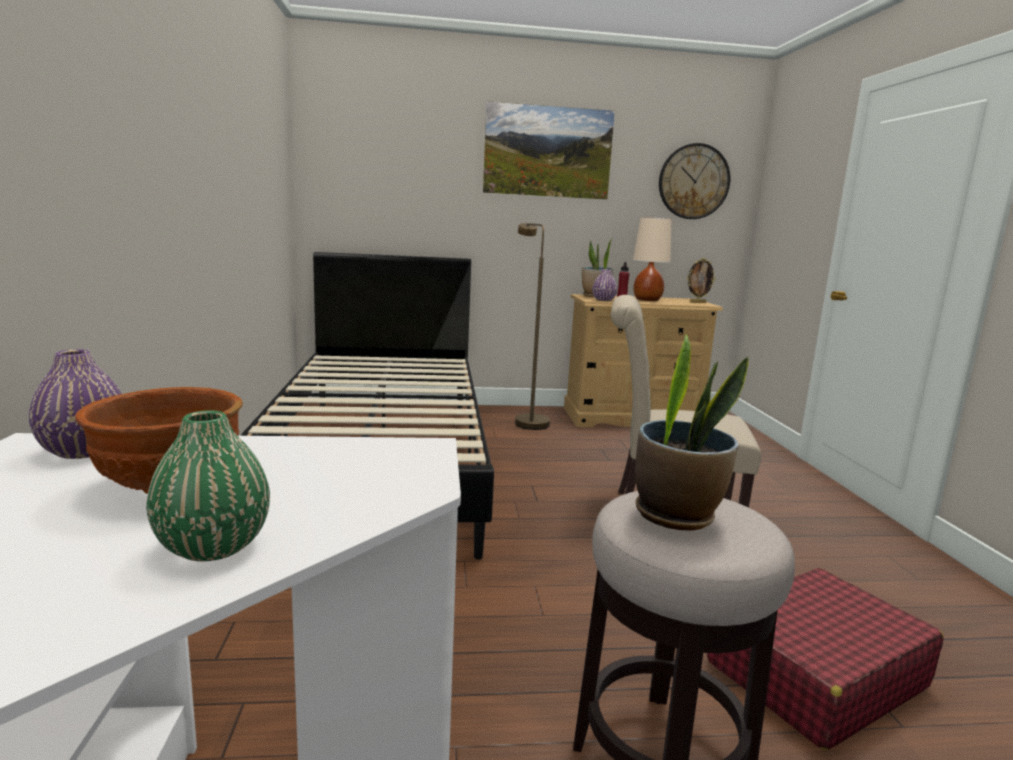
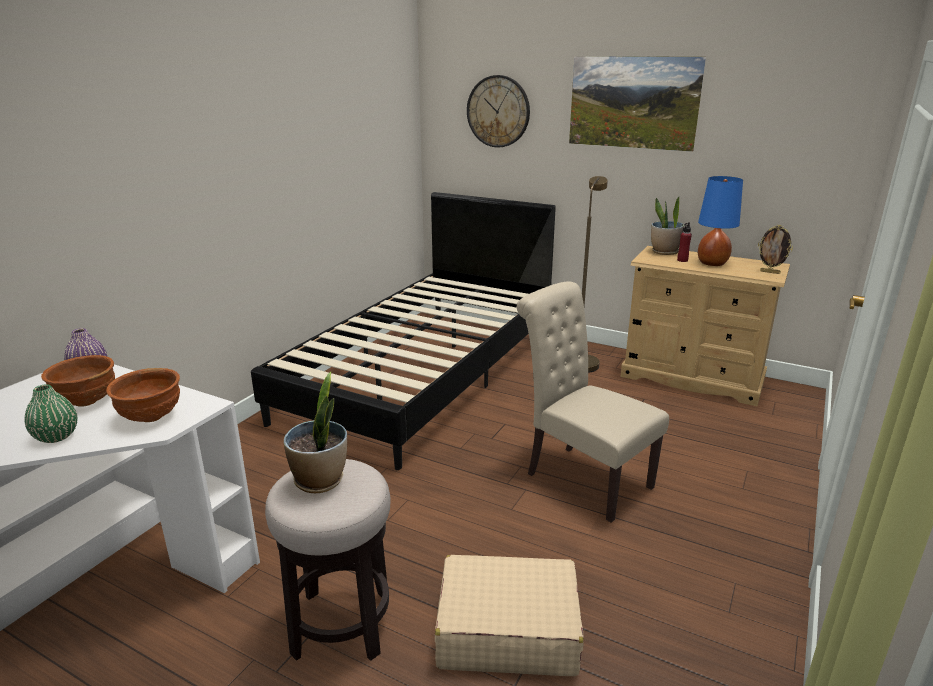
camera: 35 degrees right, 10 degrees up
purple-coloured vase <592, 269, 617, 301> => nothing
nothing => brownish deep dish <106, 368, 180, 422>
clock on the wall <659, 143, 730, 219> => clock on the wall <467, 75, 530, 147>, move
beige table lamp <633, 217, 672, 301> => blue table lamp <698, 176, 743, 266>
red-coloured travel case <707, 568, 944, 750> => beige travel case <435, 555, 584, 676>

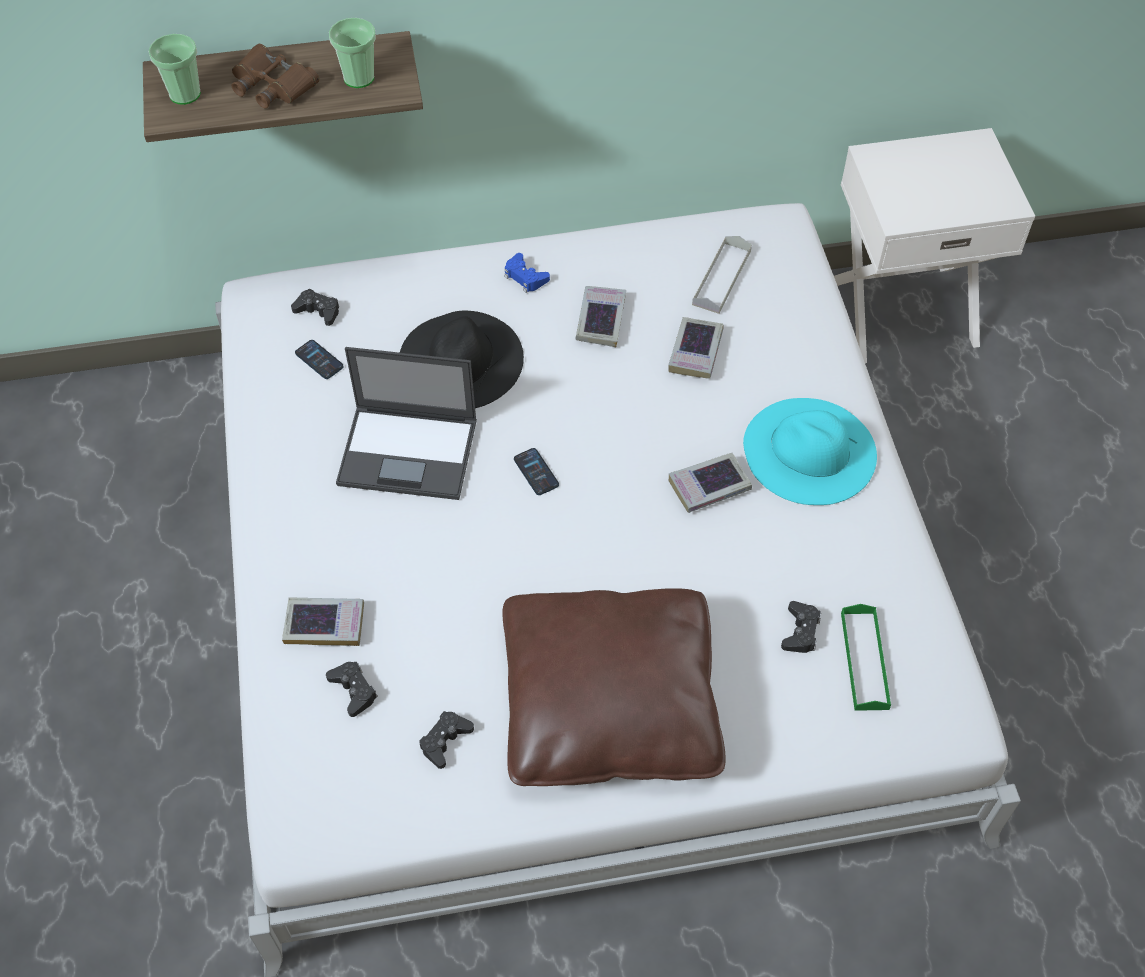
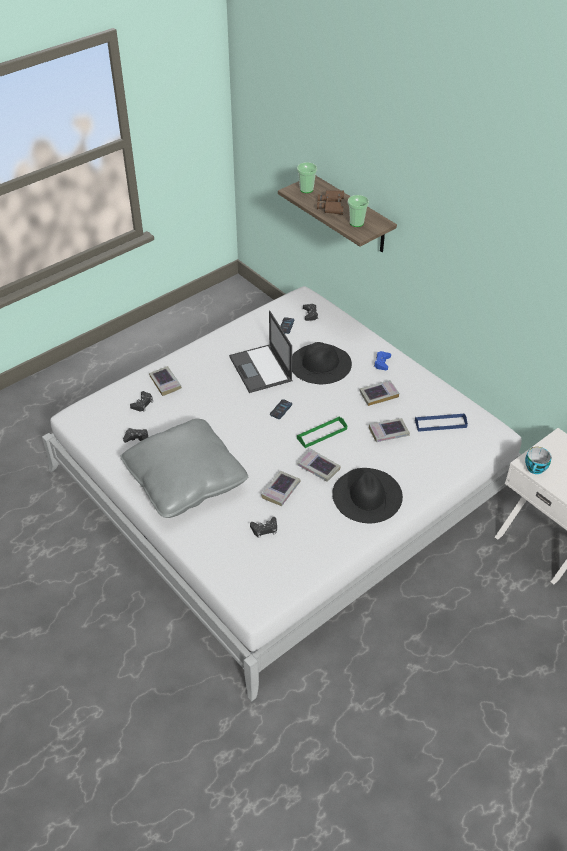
camera: 60 degrees right, 10 degrees down
nothing => book <261, 471, 301, 506>
nothing => drinking cup <525, 447, 551, 474>
greenish tray <841, 604, 891, 711> => greenish tray <297, 417, 347, 448>, move
brownish pillow <502, 589, 726, 786> => gray pillow <120, 419, 248, 518>
gray tray <692, 236, 752, 314> => blue tray <415, 413, 468, 432>
turquoise-coloured hat <743, 398, 877, 505> => black hat <332, 468, 403, 523>

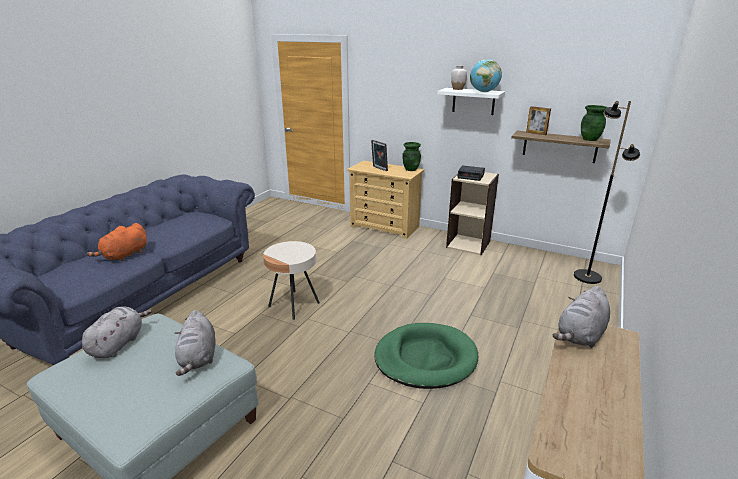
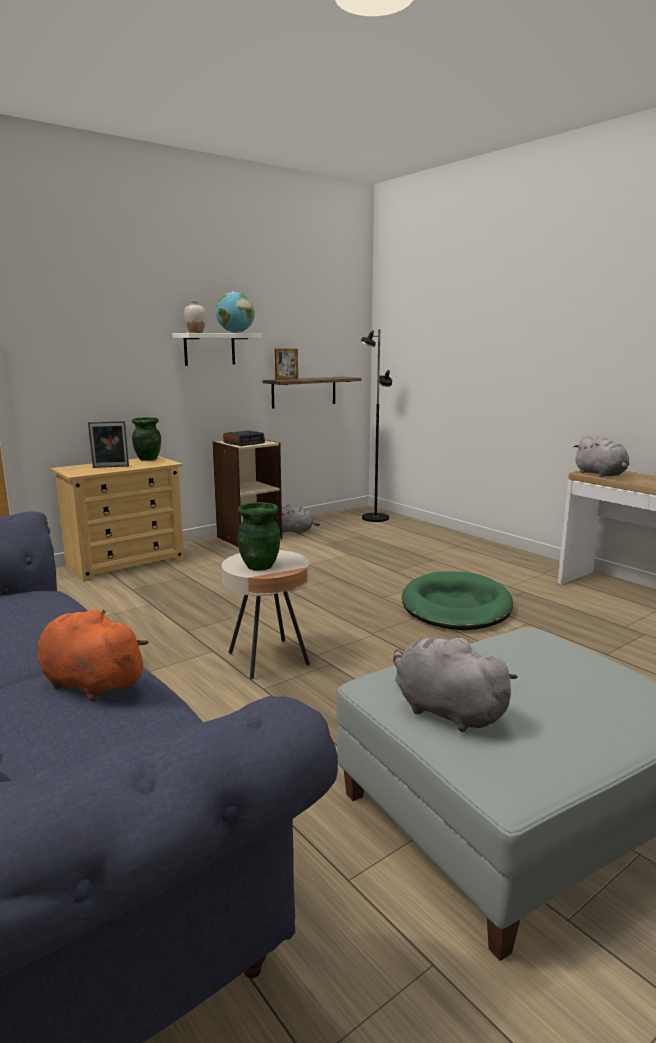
camera: 65 degrees left, 10 degrees down
gray cuddly toy <174, 310, 215, 376> => gray cuddly toy <282, 504, 320, 534>, move
greenish vase <581, 105, 608, 141> => greenish vase <237, 502, 280, 571>, move
orange cuddly toy <87, 223, 147, 262> => orange cuddly toy <37, 609, 149, 702>, 150 degrees clockwise

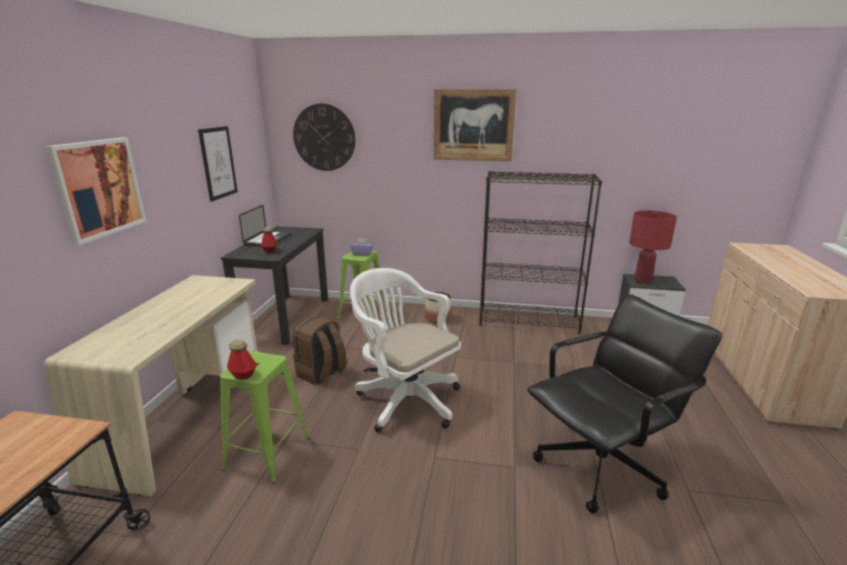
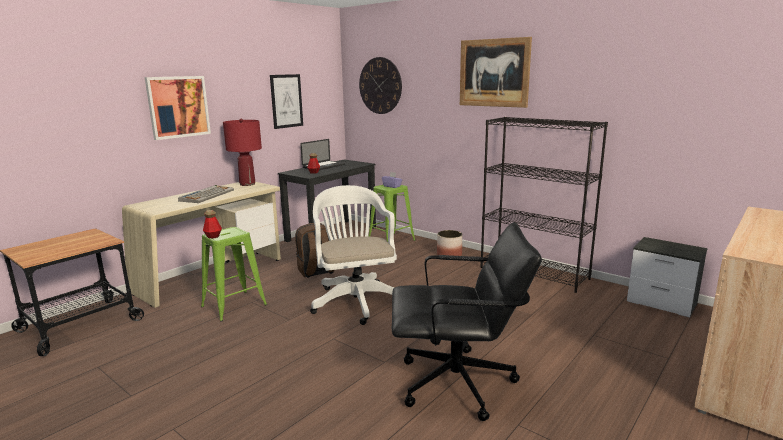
camera: 30 degrees right, 5 degrees down
nothing => keyboard <178, 185, 234, 203>
red-coloured table lamp <629, 210, 677, 284> => red-coloured table lamp <223, 119, 262, 186>, move

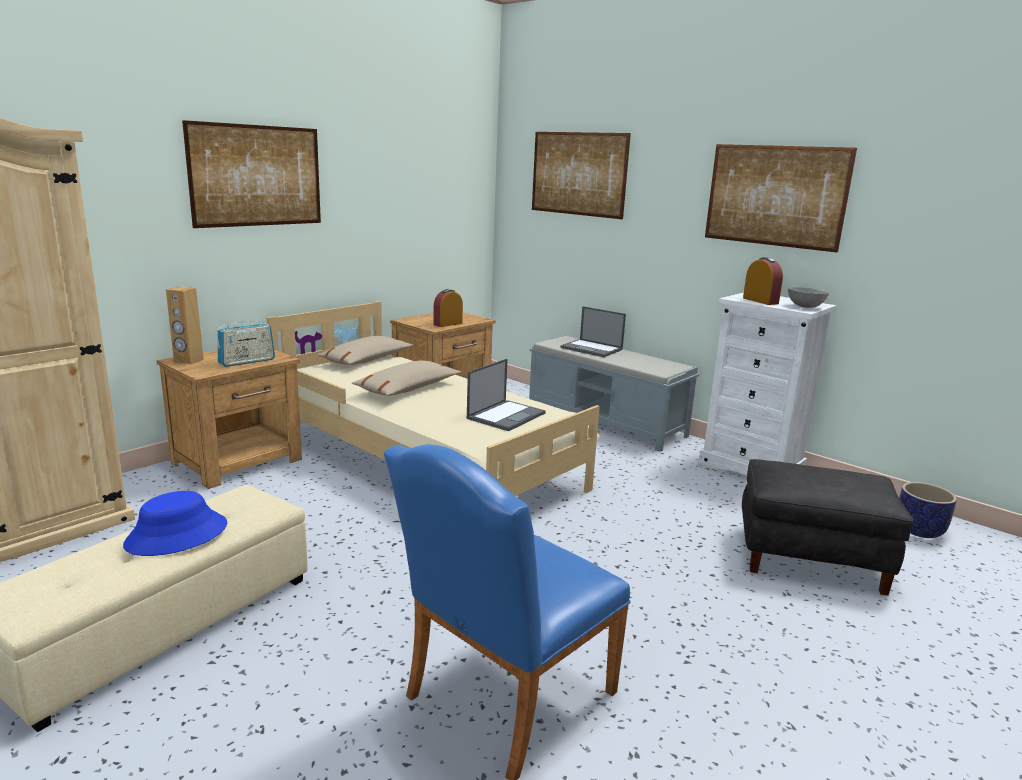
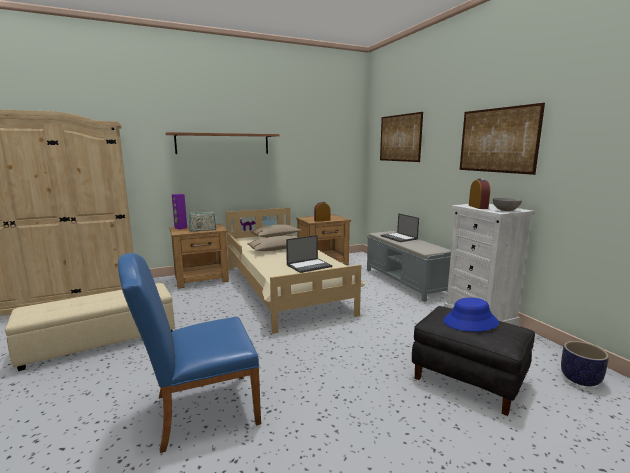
camera: 25 degrees right, 5 degrees down
blue hat <123, 491, 227, 556> => blue hat <443, 298, 499, 332>, move
wall picture <182, 120, 321, 228> => shelf <165, 132, 279, 154>
brownish loudspeaker <166, 286, 204, 364> => purple-coloured loudspeaker <172, 194, 187, 230>

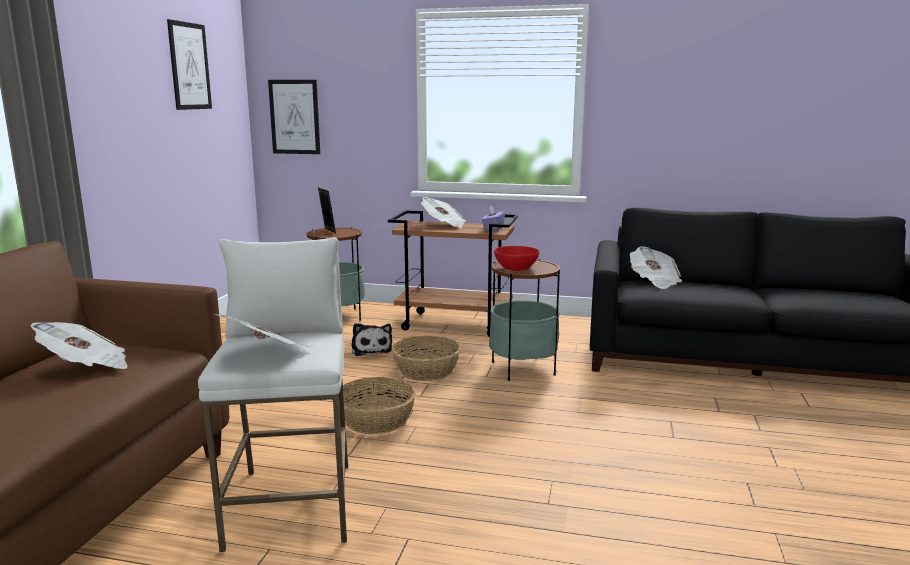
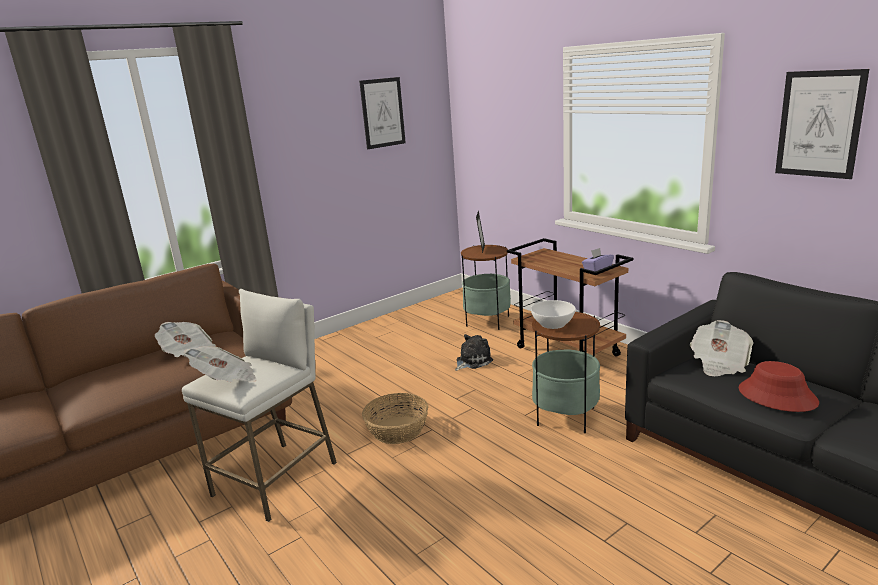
camera: 40 degrees right, 5 degrees up
household basket <391, 336, 461, 381> => nothing
printed paper <421, 197, 466, 228> => nothing
nothing => red-coloured hat <739, 361, 819, 412>
wall picture <268, 80, 320, 154> => wall picture <775, 69, 869, 179>, move
red-coloured deep dish <494, 246, 539, 271> => white-coloured deep dish <531, 300, 575, 329>
cuddly toy <352, 323, 392, 356> => cuddly toy <455, 334, 493, 371>, 150 degrees counterclockwise

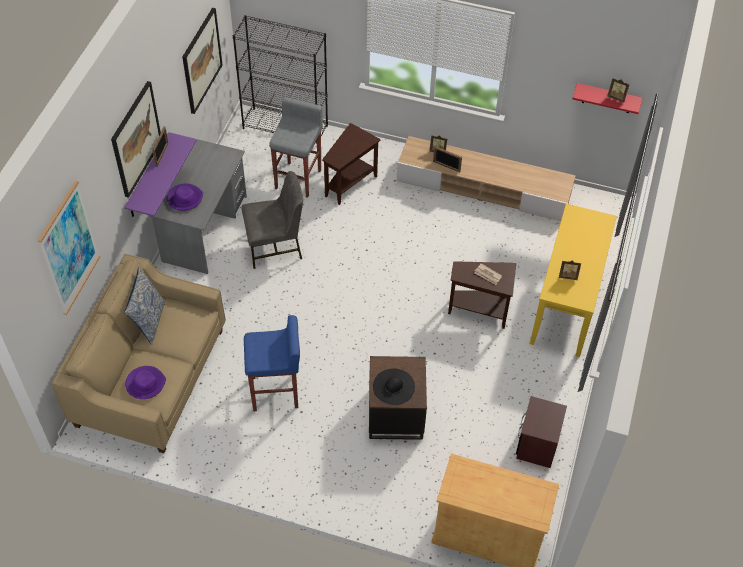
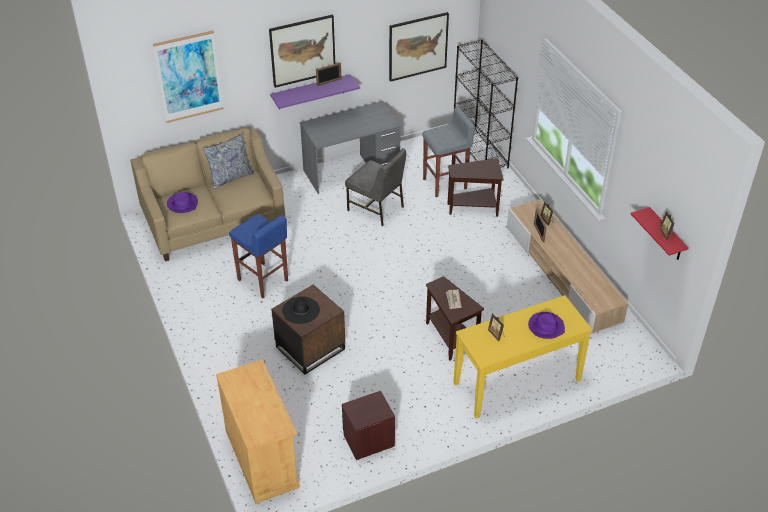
camera: 50 degrees right, 10 degrees down
purple-coloured hat <167, 183, 203, 211> => purple-coloured hat <528, 312, 565, 339>, move

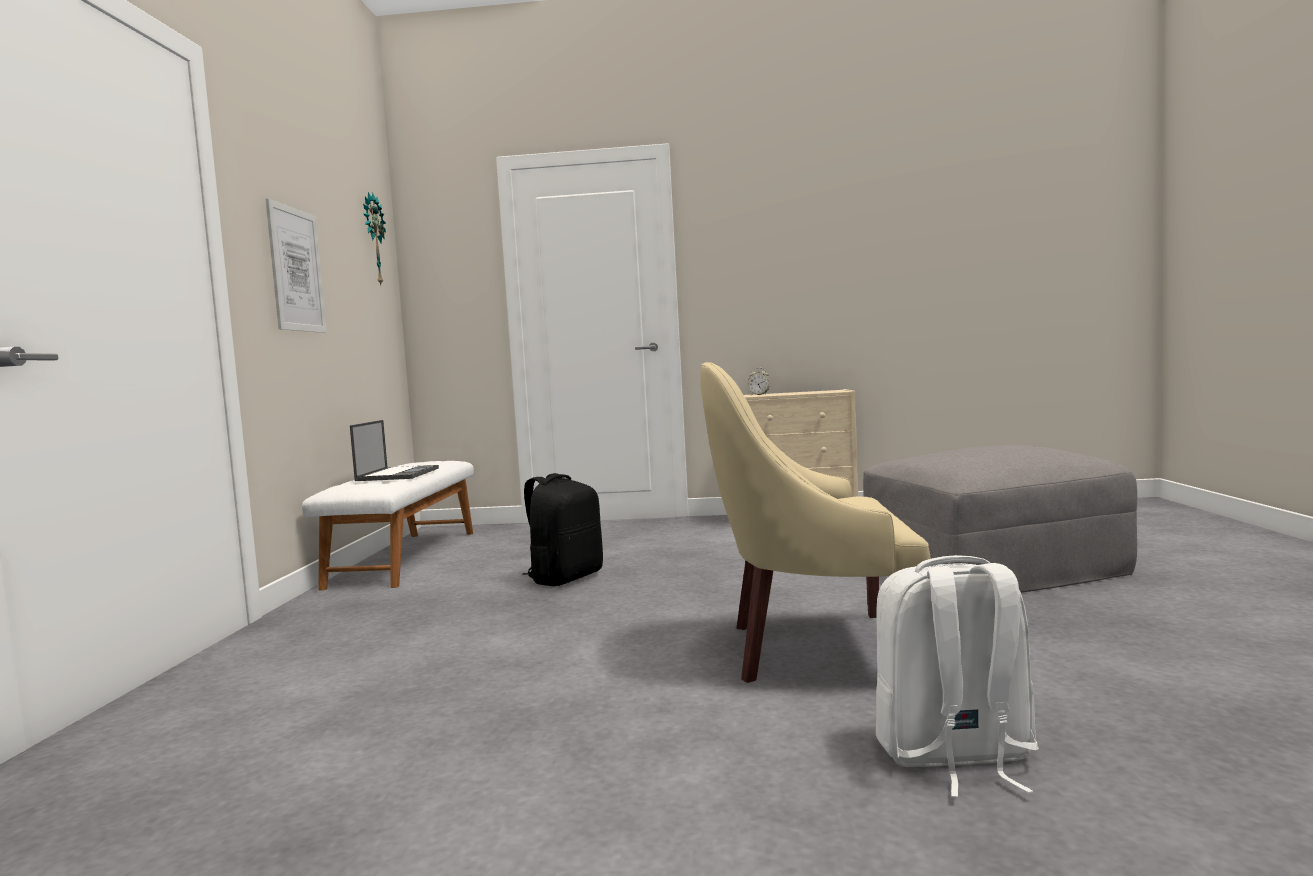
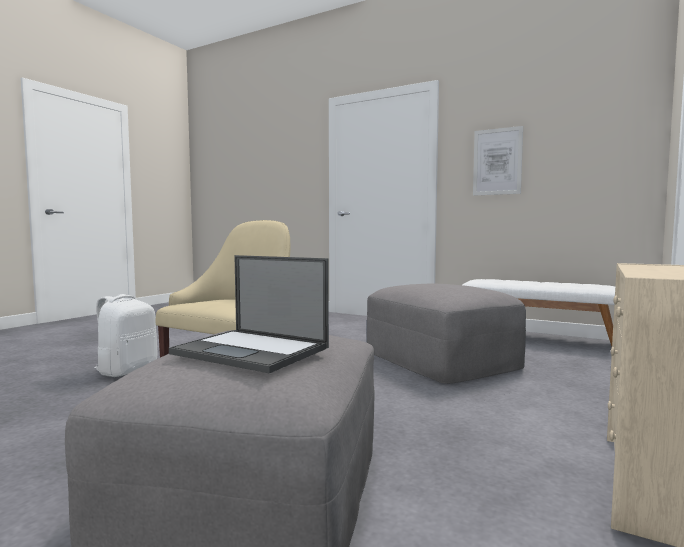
camera: 115 degrees right, 0 degrees up
clock on the wall <363, 192, 386, 285> => nothing
bedside clock <748, 368, 770, 395> => nothing
portable computer <350, 420, 439, 481> => portable computer <169, 255, 329, 374>, move
black backpack <522, 473, 603, 586> => gray footrest <367, 284, 526, 384>

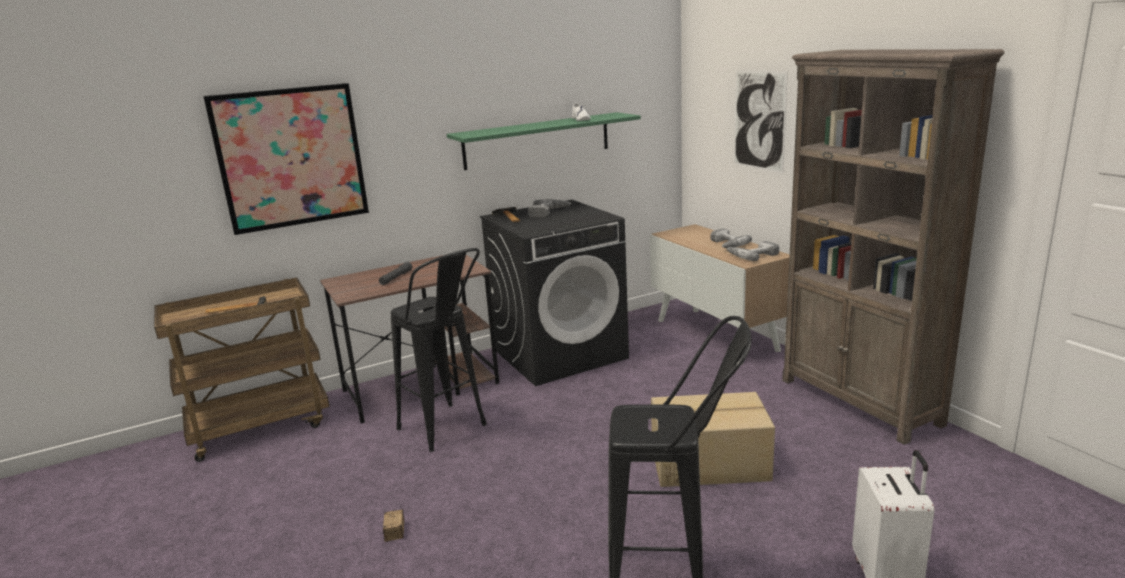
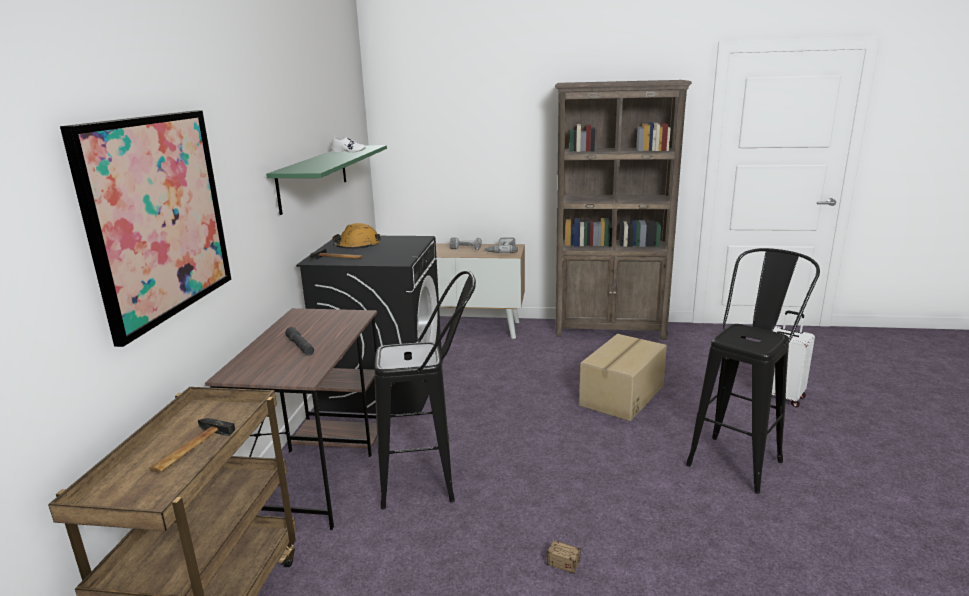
camera: 55 degrees left, 0 degrees up
wall picture <734, 70, 788, 173> => nothing
electric drill <528, 199, 572, 217> => orange hard hat <333, 223, 381, 249>

